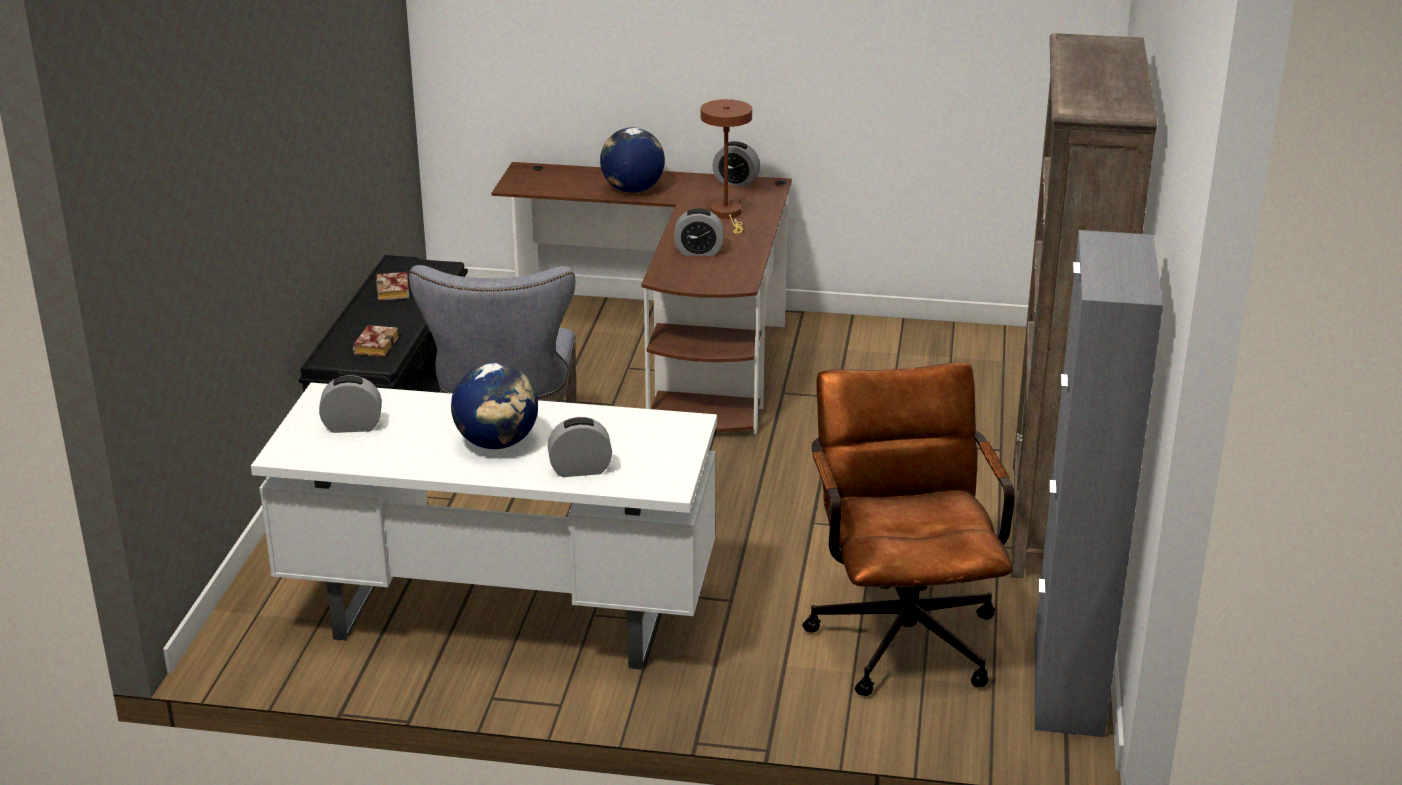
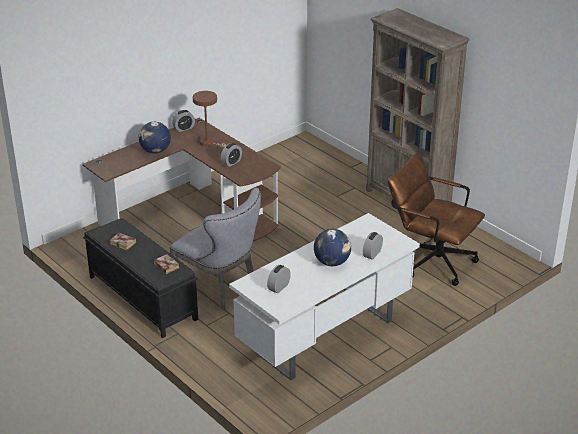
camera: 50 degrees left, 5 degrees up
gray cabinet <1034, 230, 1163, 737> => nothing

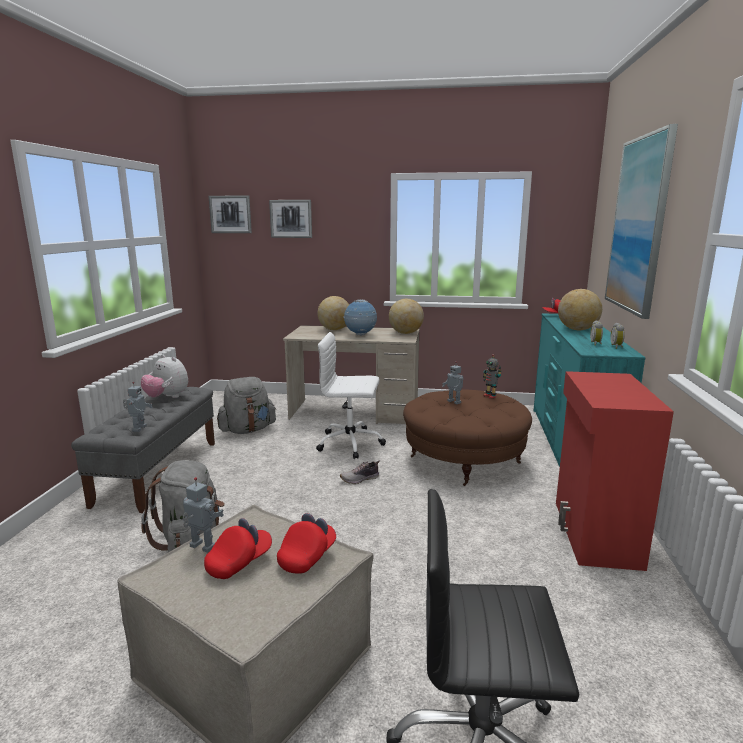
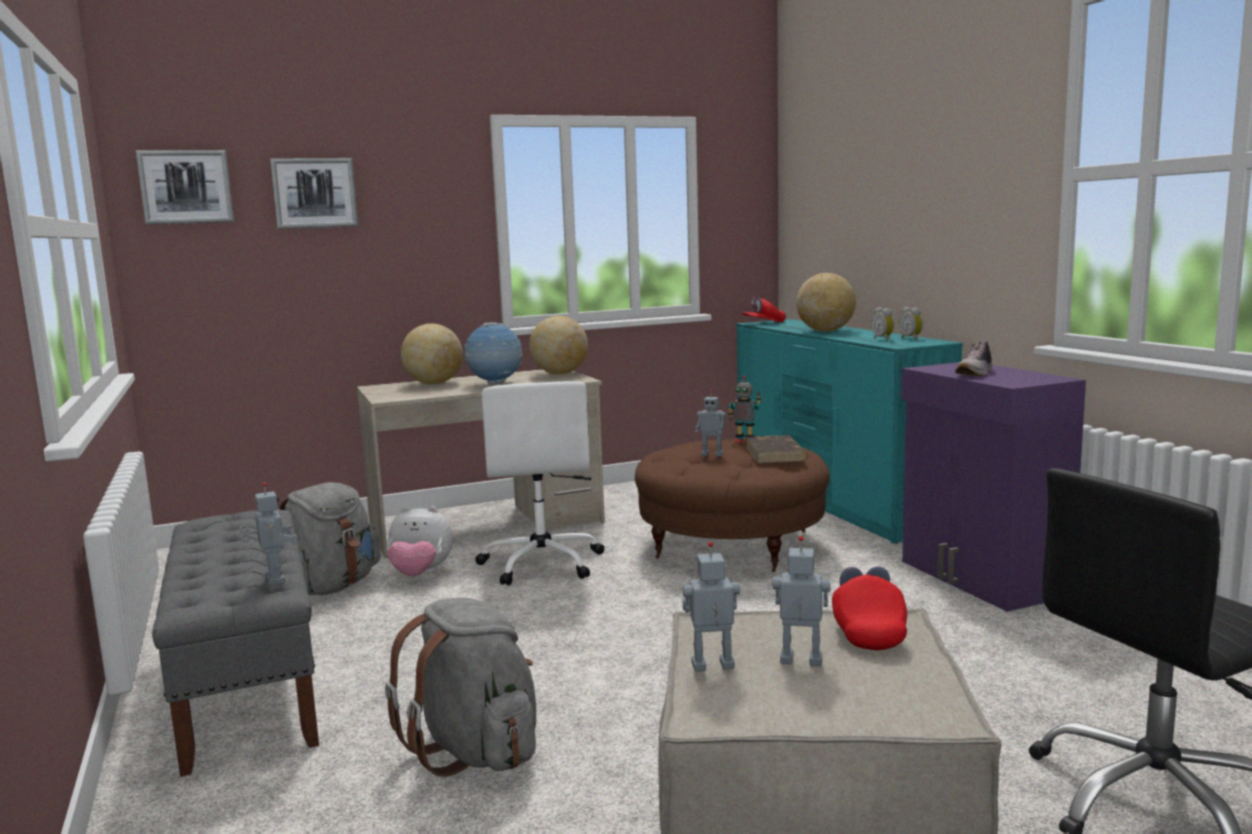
camera: 30 degrees left, 5 degrees down
wall picture <605, 124, 678, 319> => nothing
nothing => brownish book <746, 435, 807, 464>
cuddly toy <141, 355, 188, 398> => cuddly toy <387, 506, 453, 576>, move
shoe <340, 461, 380, 484> => shoe <955, 341, 993, 376>, move
red-coloured baseball cap <204, 518, 272, 579> => model robot <772, 536, 830, 666>
red-coloured cabinet <556, 371, 674, 571> => purple-coloured cabinet <901, 362, 1086, 612>
white-coloured desk chair <316, 332, 386, 459> => white-coloured desk chair <475, 381, 605, 585>, 75 degrees counterclockwise

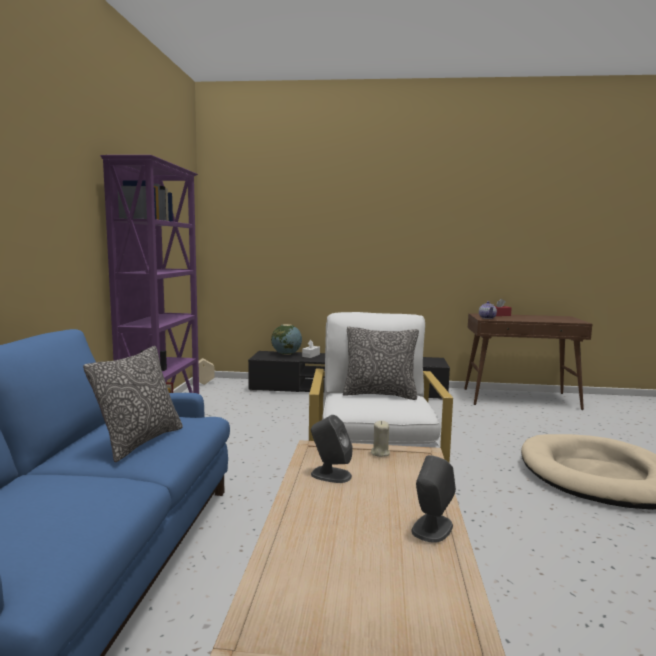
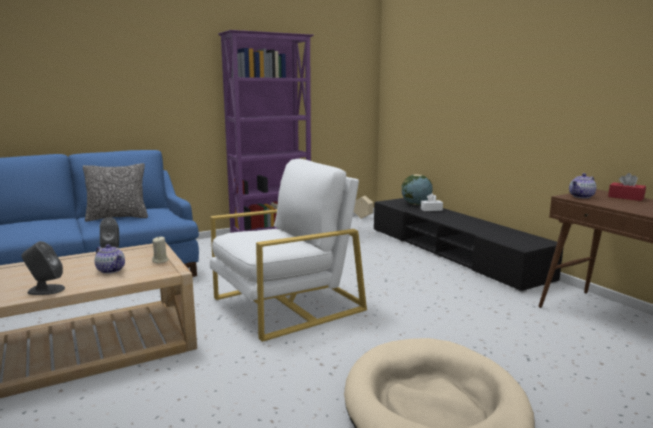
camera: 55 degrees right, 5 degrees up
pillow <343, 327, 419, 400> => nothing
nothing => pot for tea <95, 244, 125, 274>

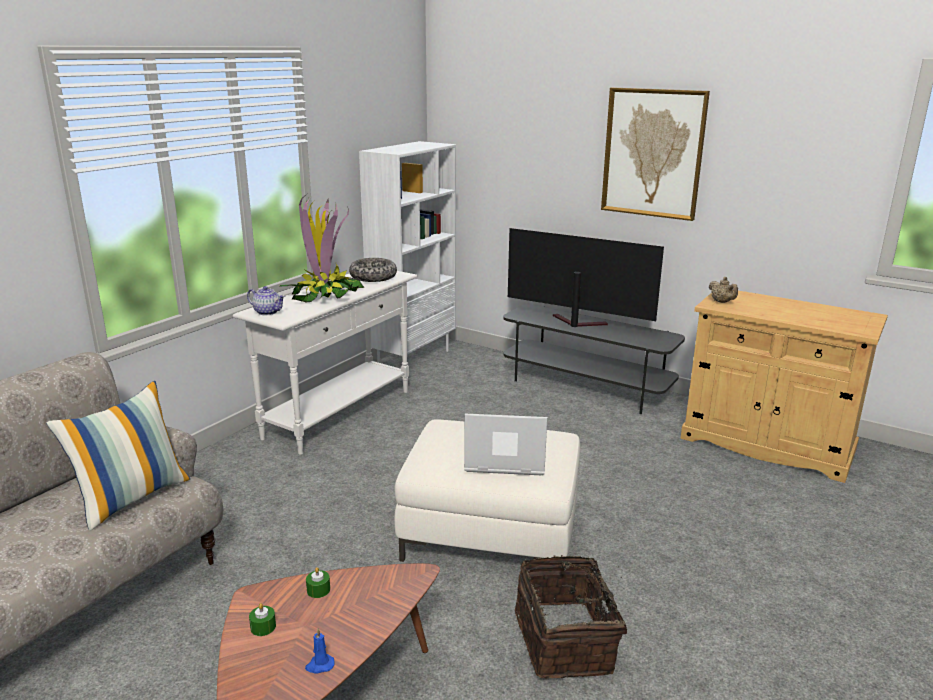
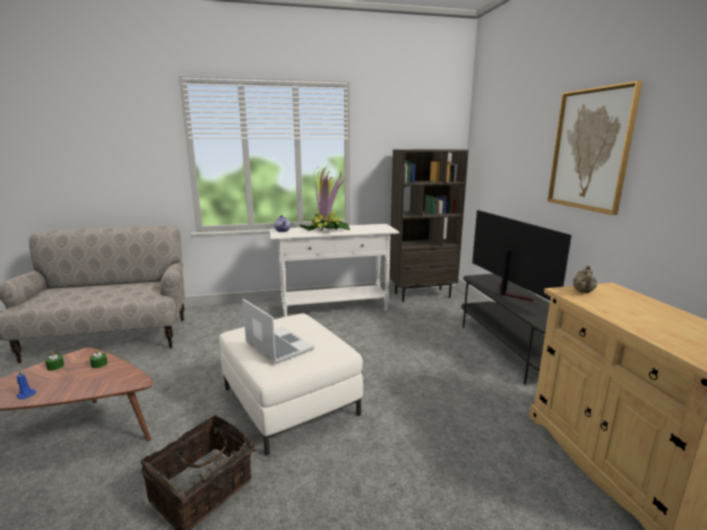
camera: 45 degrees right, 5 degrees down
pillow <46, 381, 190, 531> => nothing
deep dish <349, 258, 397, 282> => nothing
white-coloured bookcase <359, 141, 456, 363> => brownish bookcase <389, 149, 469, 302>

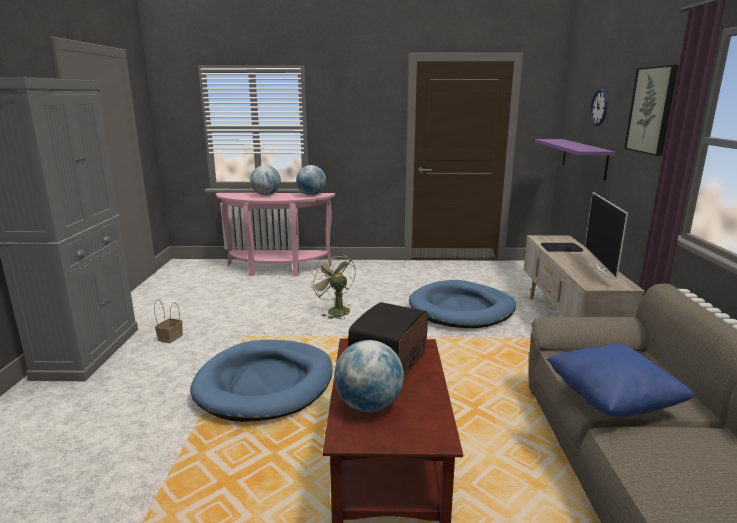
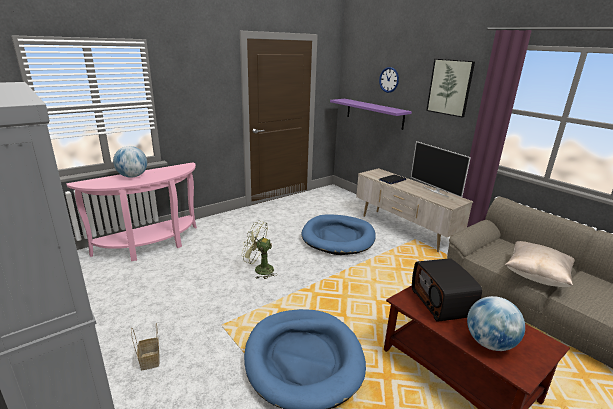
camera: 40 degrees left, 5 degrees up
desk globe <296, 165, 326, 196> => nothing
blue pillow <546, 344, 695, 417> => beige pillow <505, 241, 575, 287>

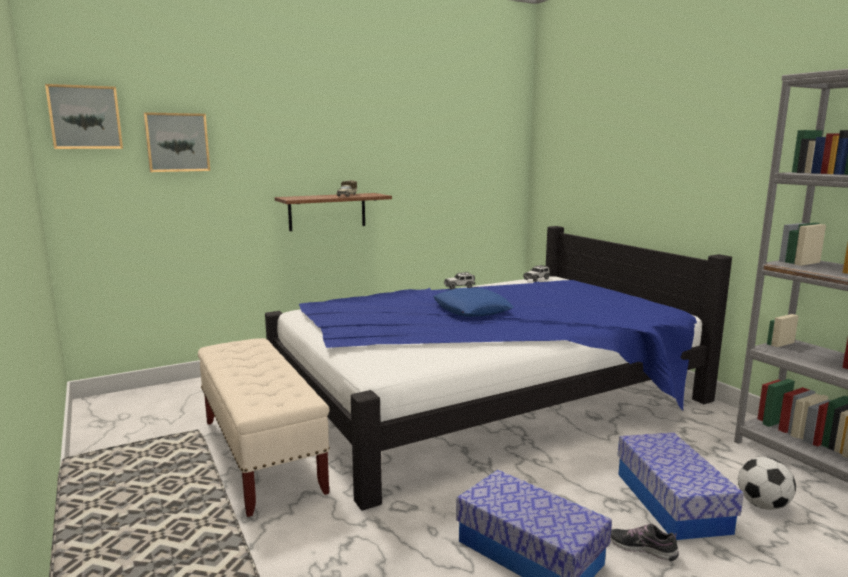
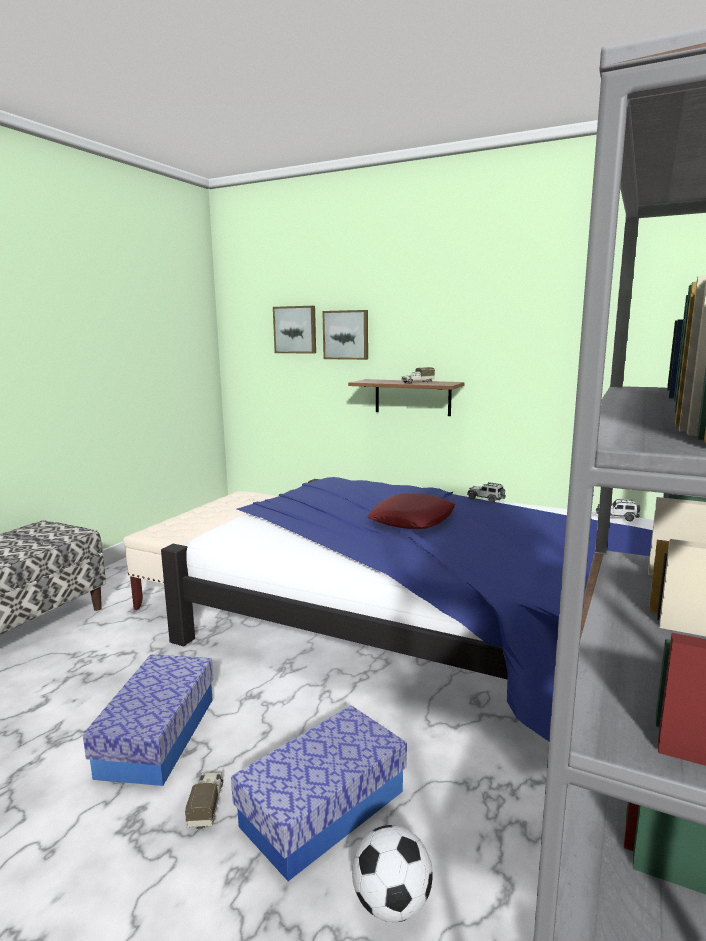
camera: 55 degrees right, 0 degrees up
wall picture <45, 84, 123, 149> => wall picture <322, 310, 368, 360>, move
shoe <611, 524, 679, 561> => toy truck <185, 771, 223, 830>
blue pillow <434, 288, 514, 317> => red-coloured pillow <368, 494, 455, 529>

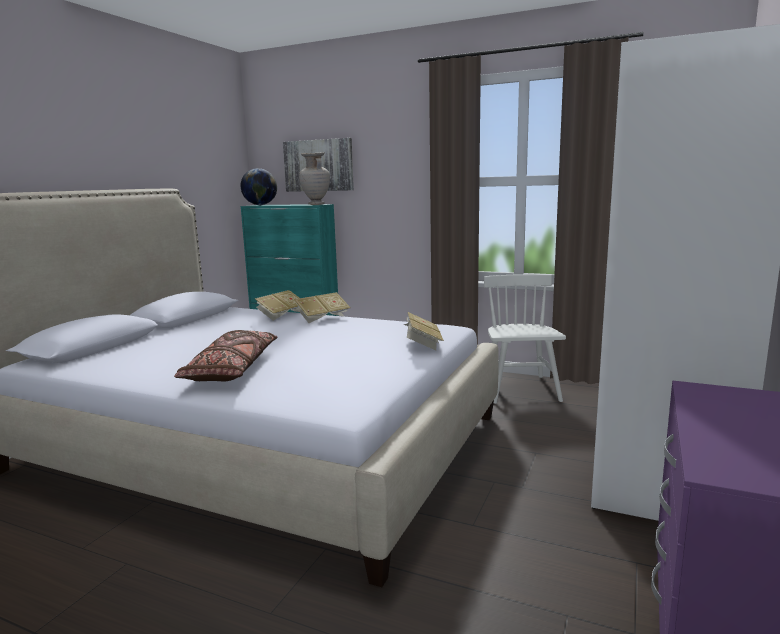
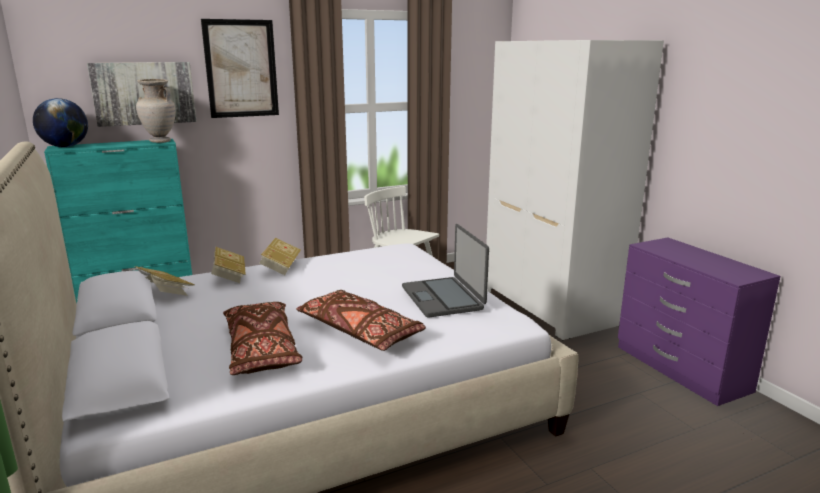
camera: 50 degrees left, 5 degrees up
nothing => wall picture <201, 19, 279, 118>
nothing => brownish pillow <223, 302, 302, 375>
nothing => portable computer <402, 224, 489, 318>
book <404, 312, 444, 350> => book <135, 266, 195, 296>, move

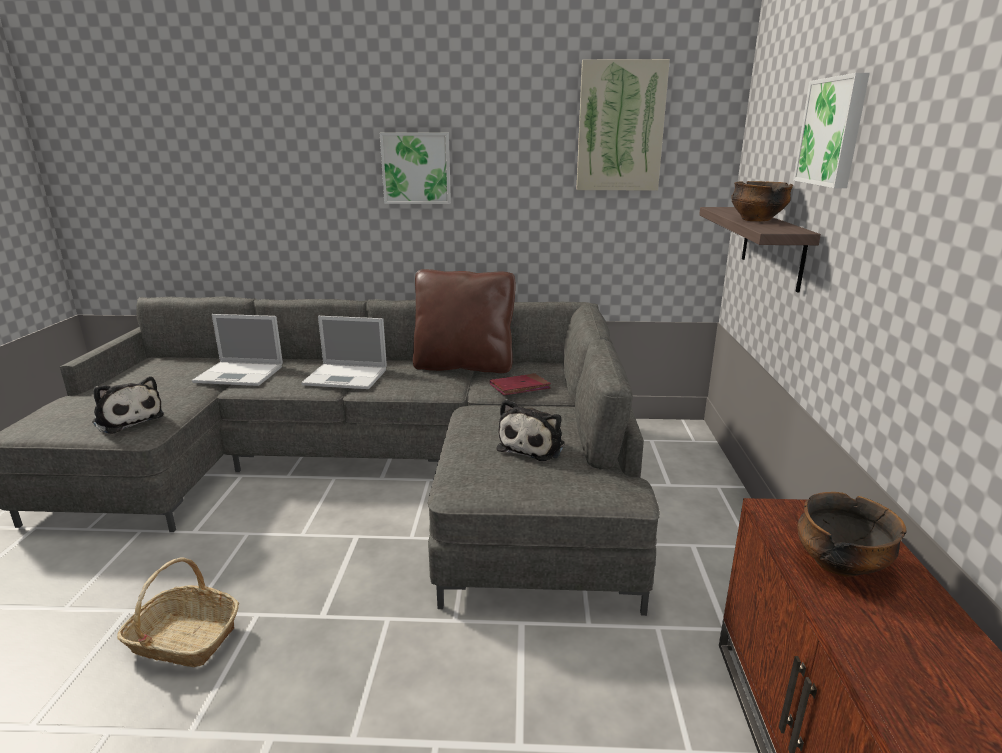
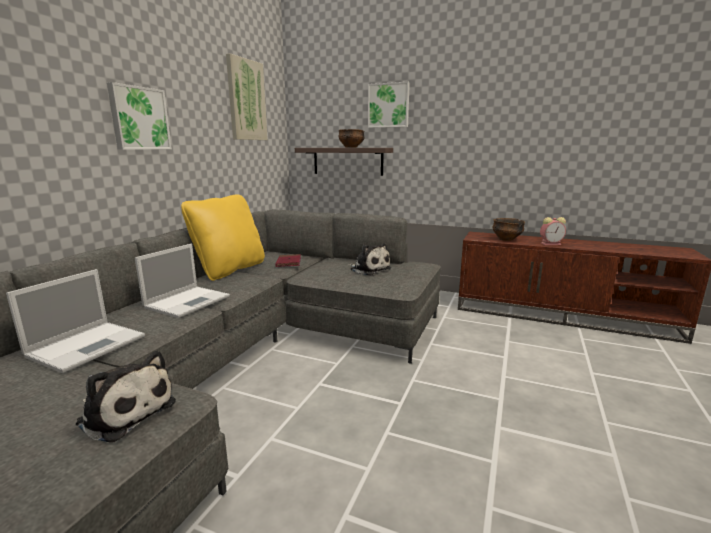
camera: 70 degrees left, 5 degrees down
household basket <117, 557, 239, 667> => nothing
nothing => bedside clock <540, 217, 566, 245>
brownish pillow <413, 269, 515, 373> => yellowish pillow <181, 194, 265, 281>
cuddly toy <92, 377, 164, 434> => cuddly toy <76, 351, 176, 442>, 60 degrees clockwise

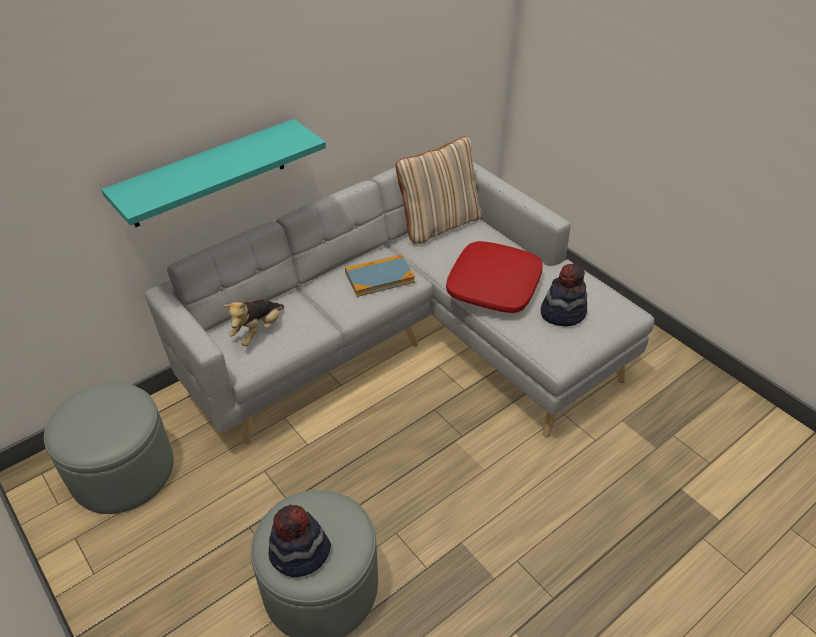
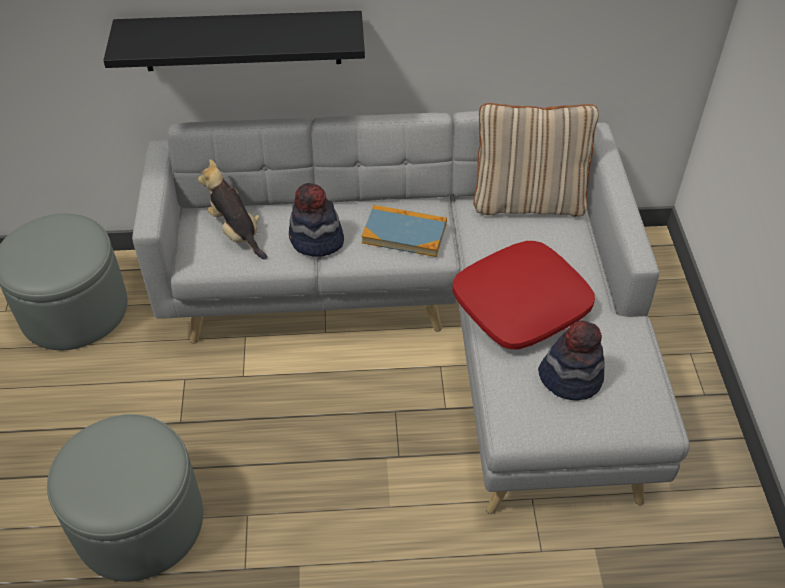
camera: 35 degrees right, 5 degrees up
hat <269, 505, 331, 577> => hat <289, 183, 344, 257>, move
turquoise-coloured shelf <101, 119, 326, 227> => black shelf <103, 11, 365, 71>
cuddly toy <224, 299, 284, 346> => cuddly toy <198, 159, 267, 260>, 75 degrees clockwise

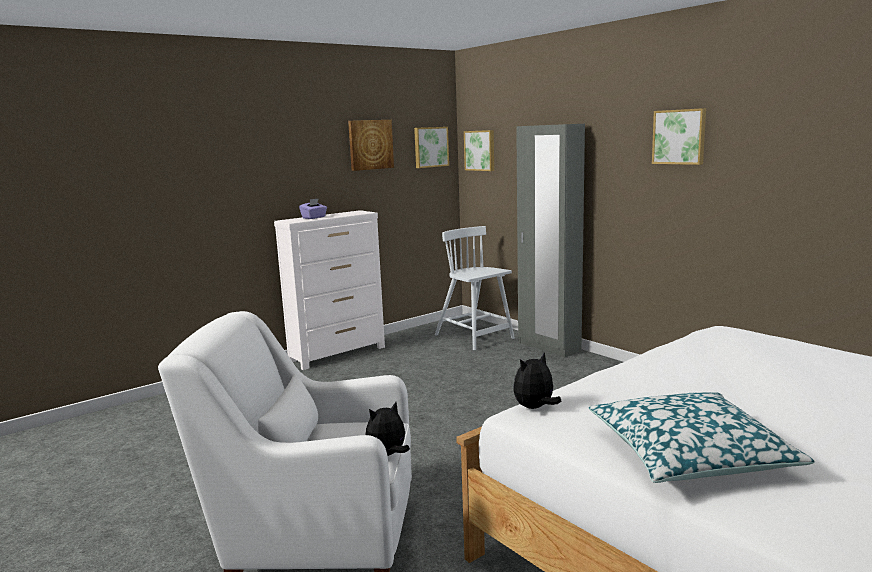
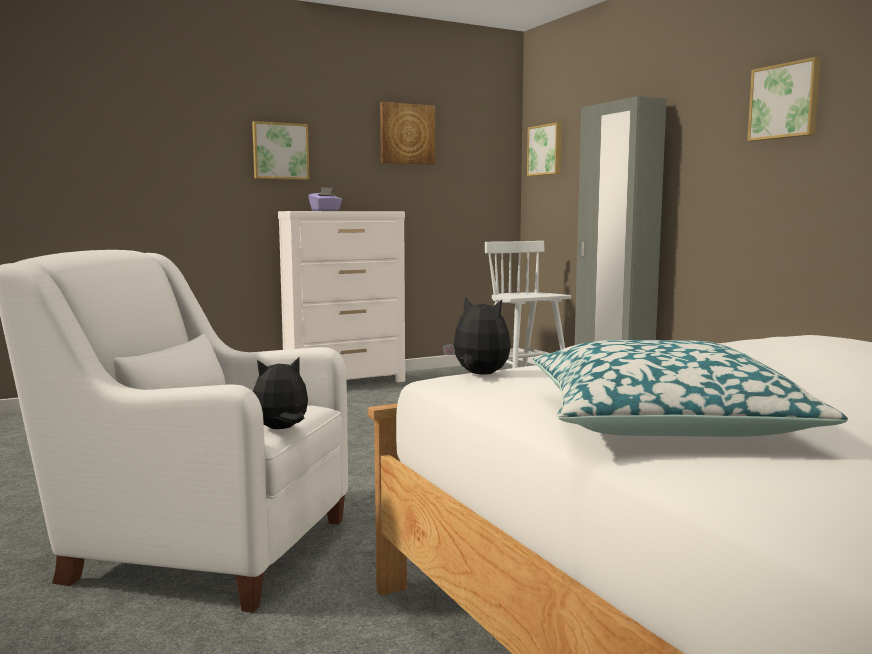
camera: 10 degrees right, 5 degrees down
wall picture <414, 127, 449, 168> => wall picture <252, 121, 309, 180>, move
cuddly toy <513, 352, 561, 409> => cuddly toy <443, 296, 511, 375>, 60 degrees clockwise

